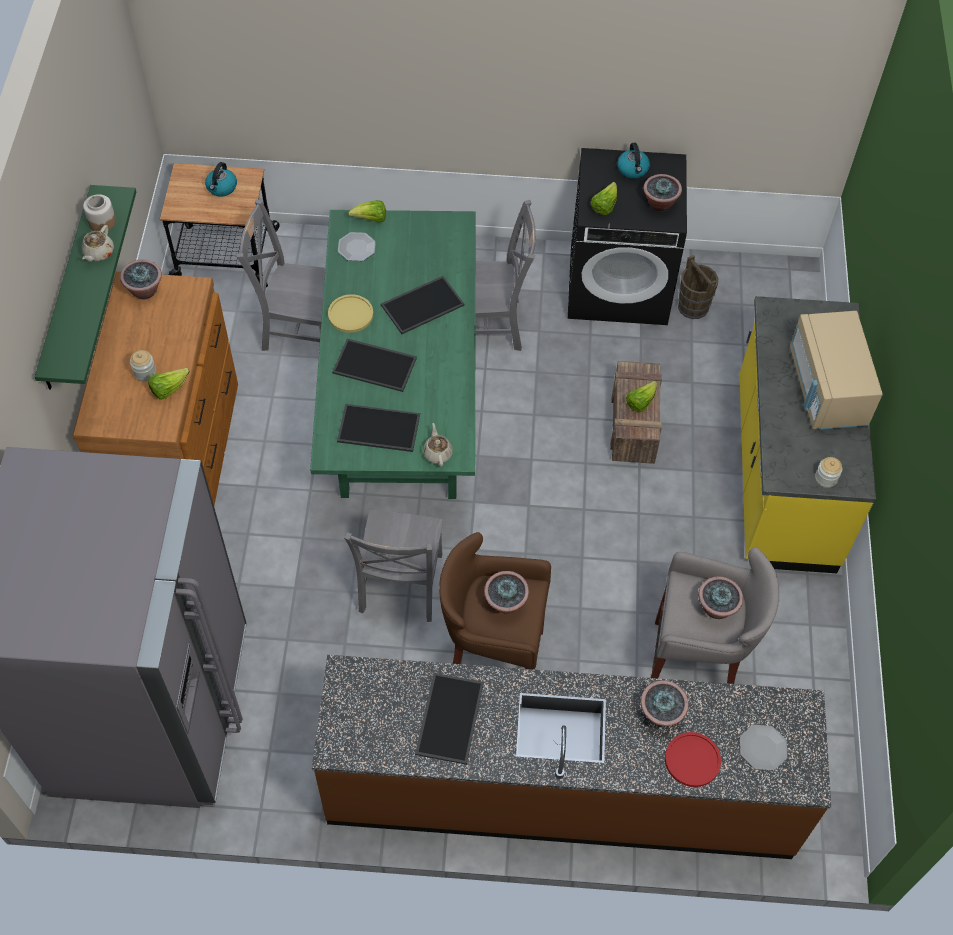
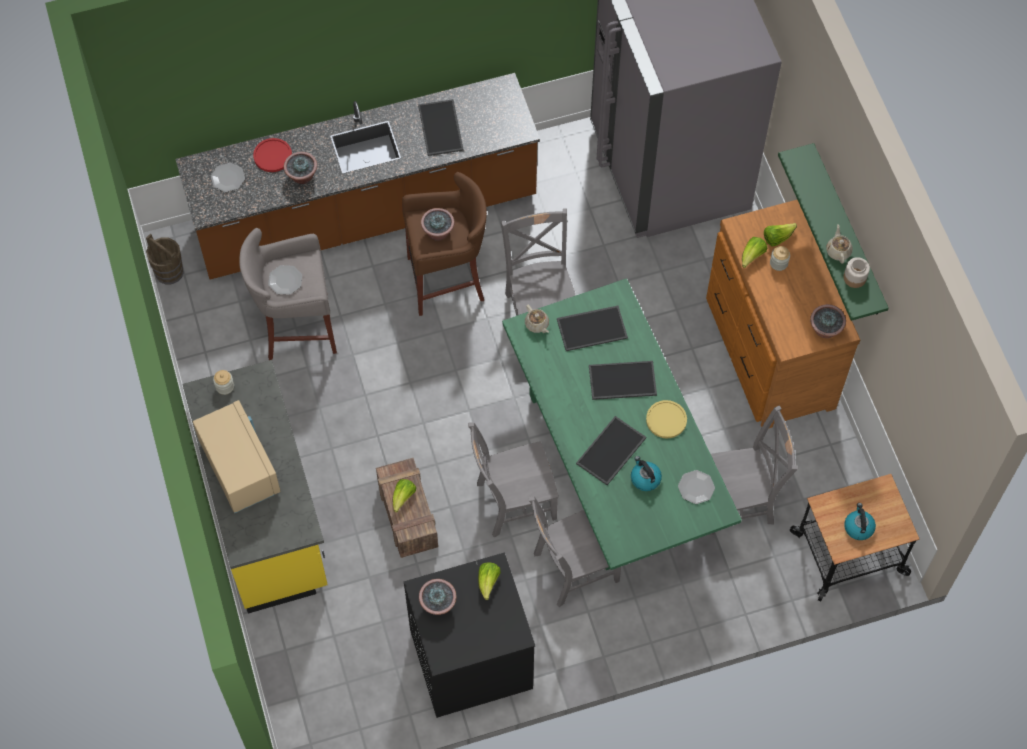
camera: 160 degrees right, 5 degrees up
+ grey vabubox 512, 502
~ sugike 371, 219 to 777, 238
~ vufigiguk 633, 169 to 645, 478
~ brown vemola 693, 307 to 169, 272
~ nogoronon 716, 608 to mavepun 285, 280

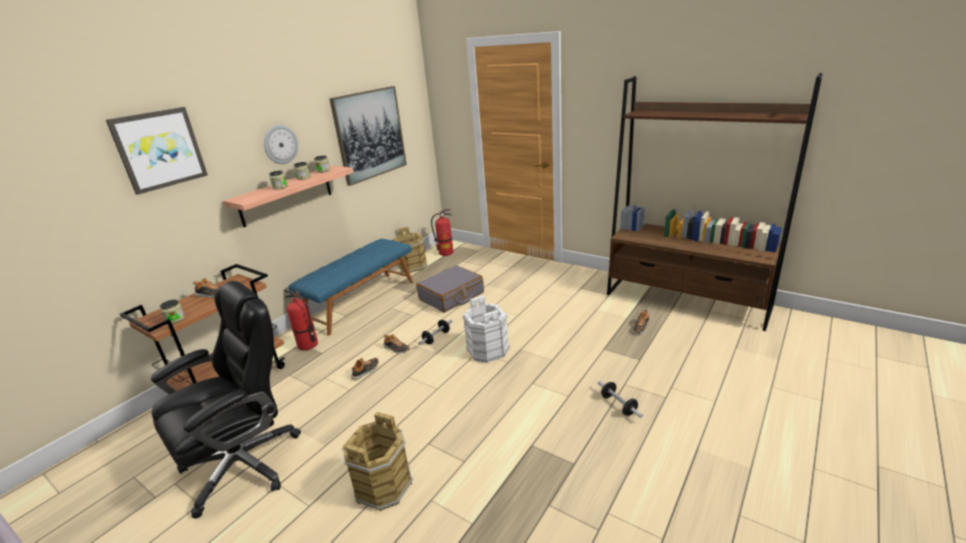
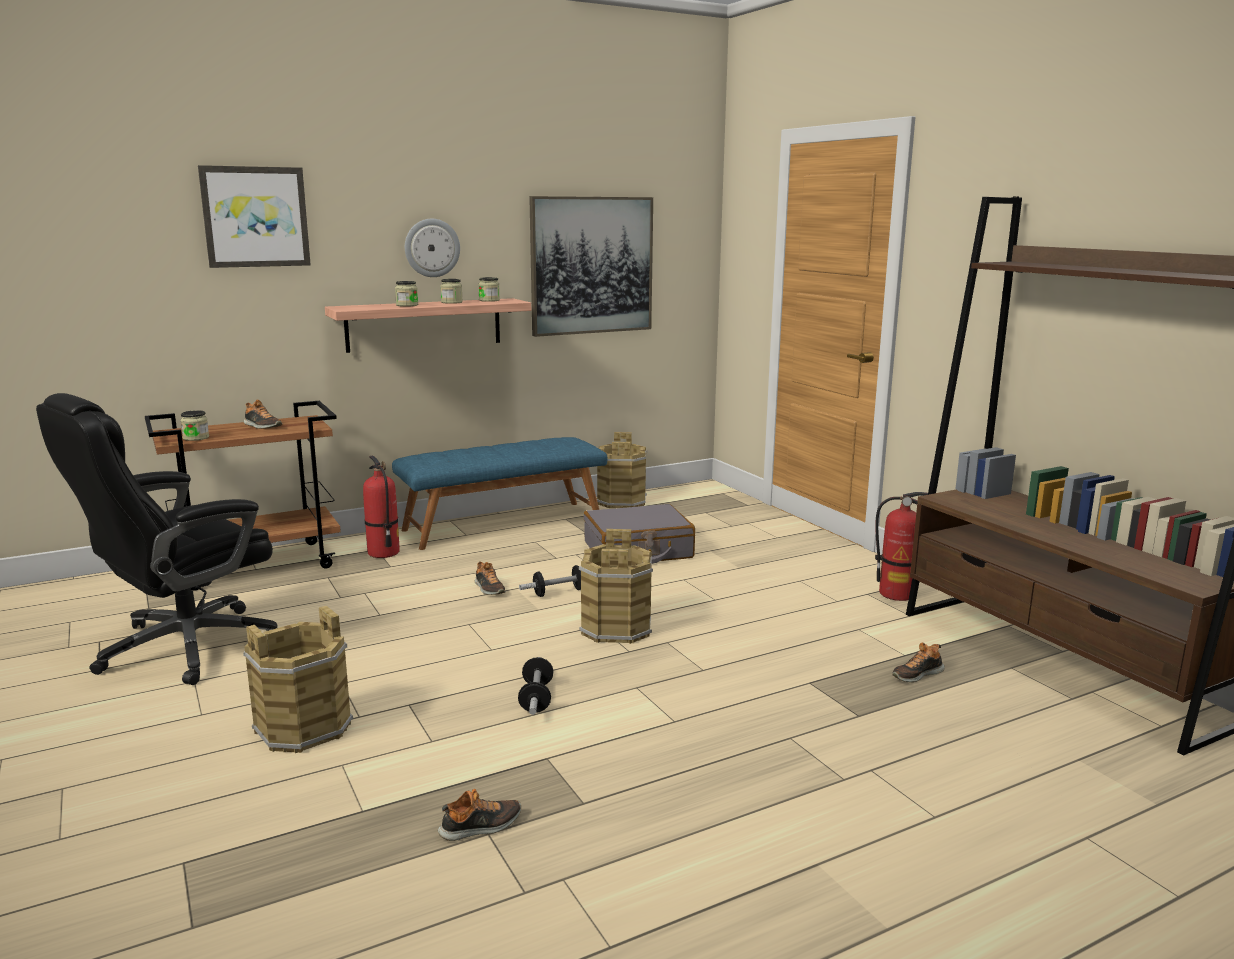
camera: 25 degrees right, 10 degrees down
~ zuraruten 366, 371 to 481, 826
~ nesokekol 446, 253 to 897, 594
~ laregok 618, 405 to 536, 698
~ white vemola 488, 350 to brown vemola 616, 628
~ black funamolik 245, 463 = 184, 648 150 degrees clockwise

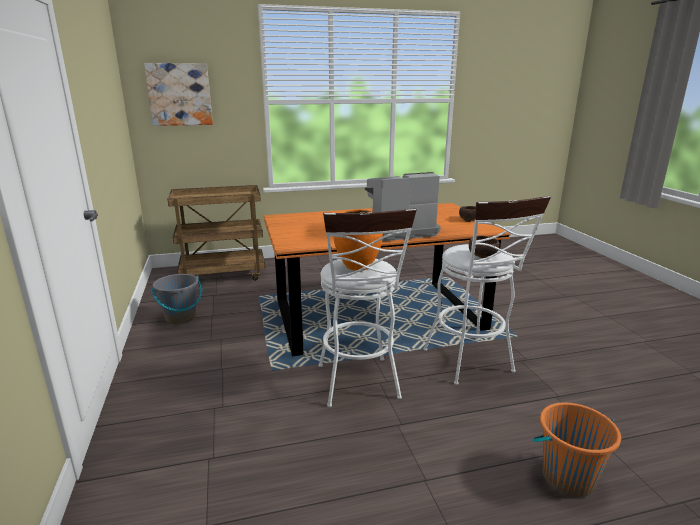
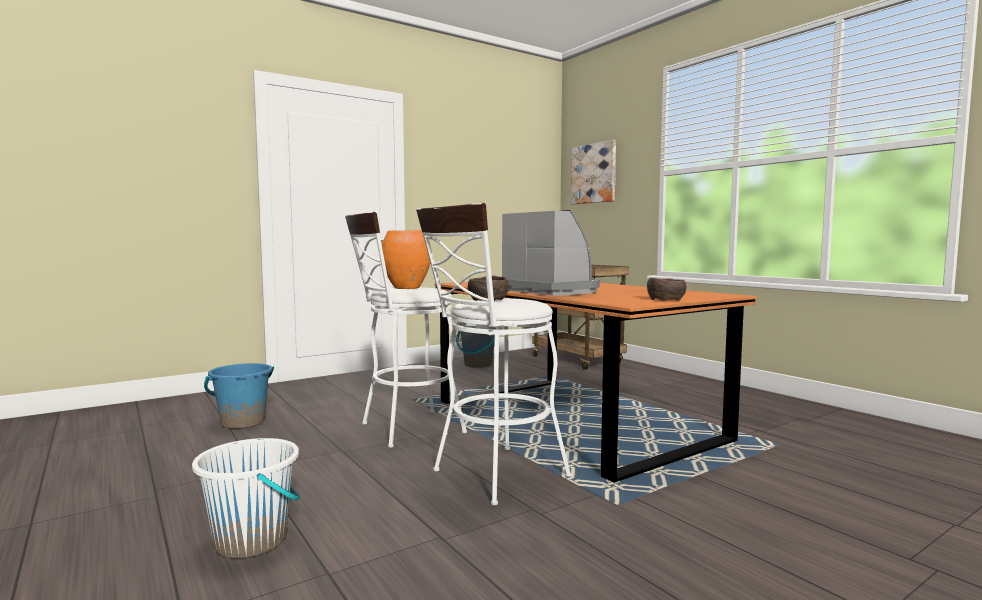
camera: 70 degrees right, 15 degrees down
+ blue vemola 243, 422
~ orange vemola 567, 478 to white vemola 252, 541

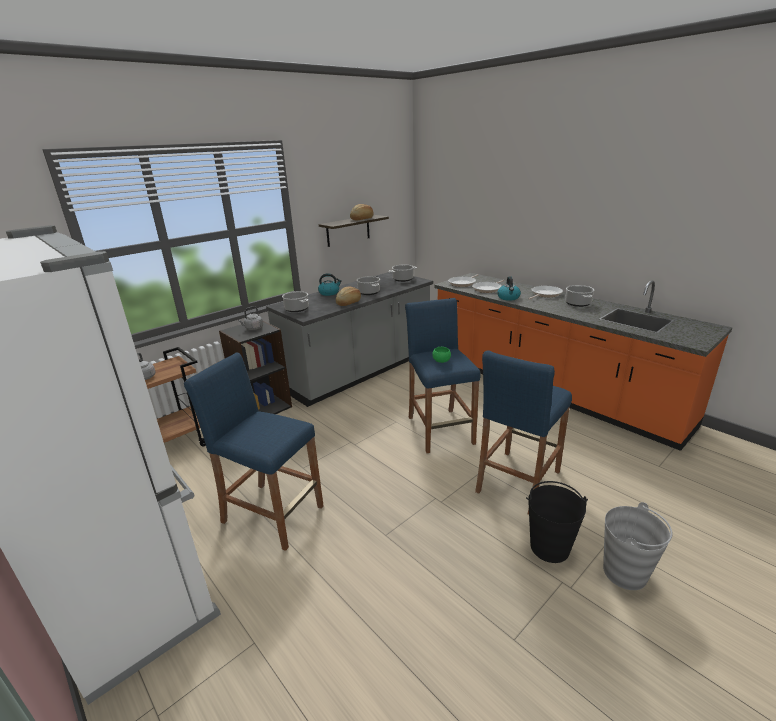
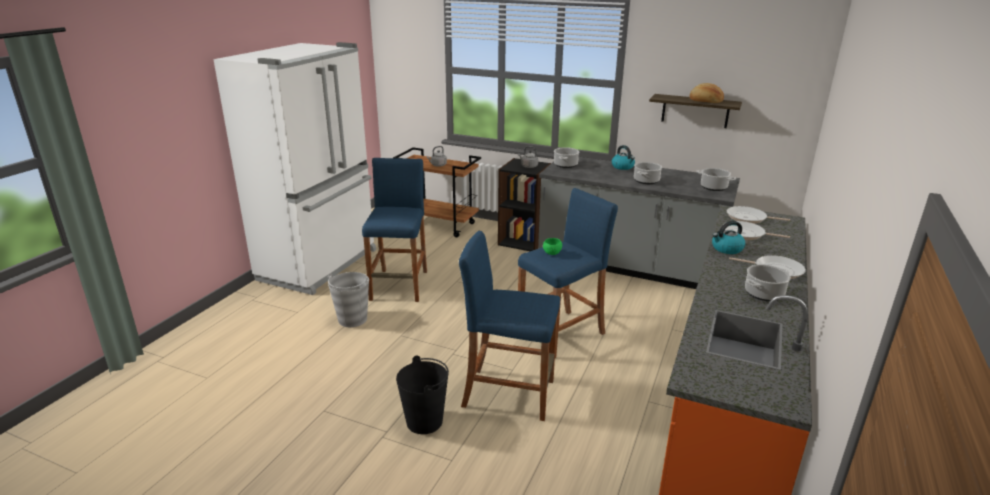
camera: 65 degrees right, 0 degrees up
- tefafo 349, 303
~ grey vemola 625, 573 to 352, 319

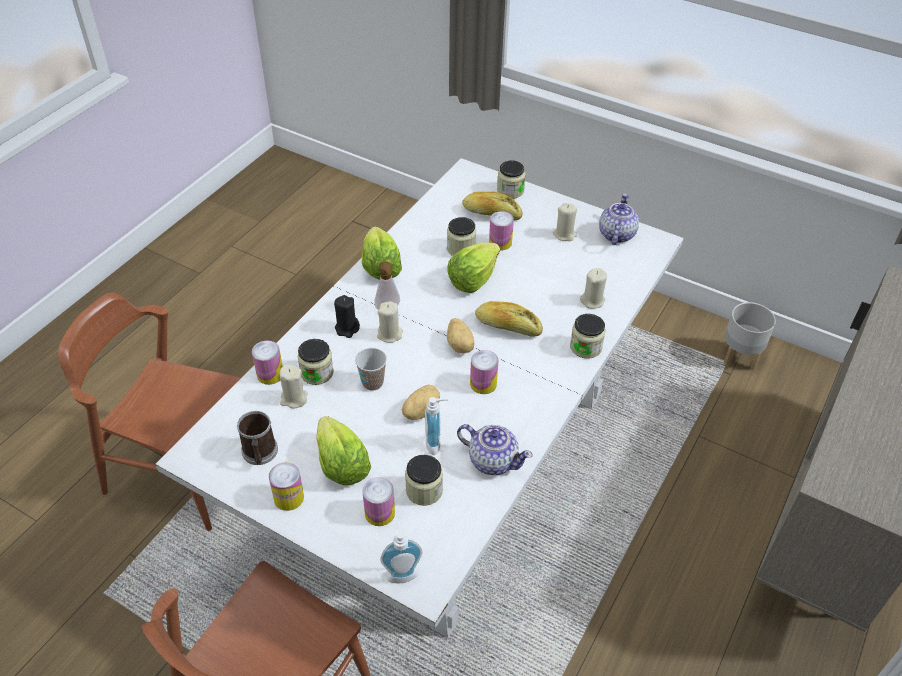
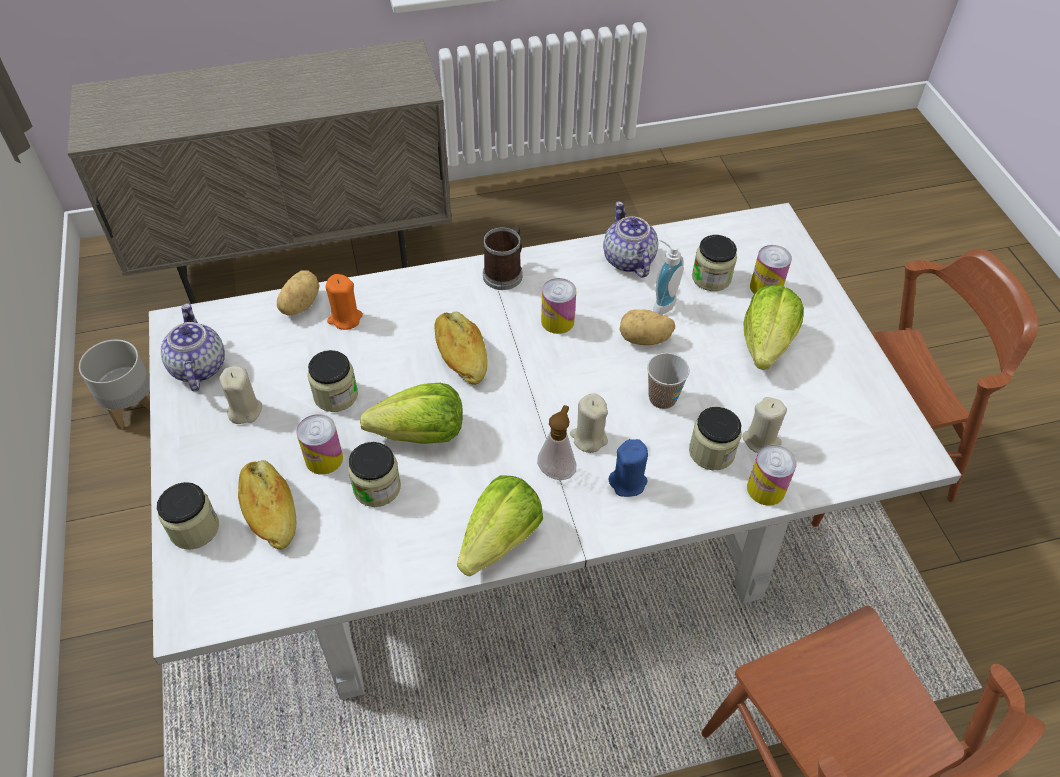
camera: 135 degrees left, 5 degrees up
- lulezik 288, 497
- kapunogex 401, 572
~ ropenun 260, 454 to 505, 273
~ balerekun 460, 345 to 299, 304
~ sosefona 585, 347 to 336, 395
~ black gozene 347, 328 to blue gozene 628, 482
~ beige gozene 592, 301 to orange gozene 345, 318
~ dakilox 616, 234 = 197, 367 105 degrees clockwise

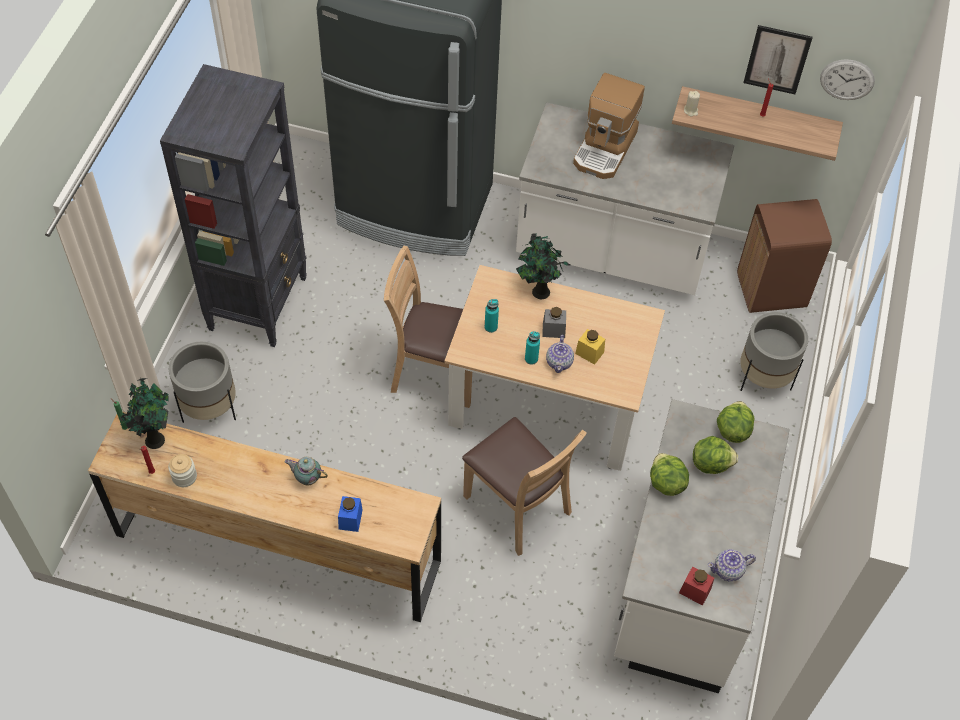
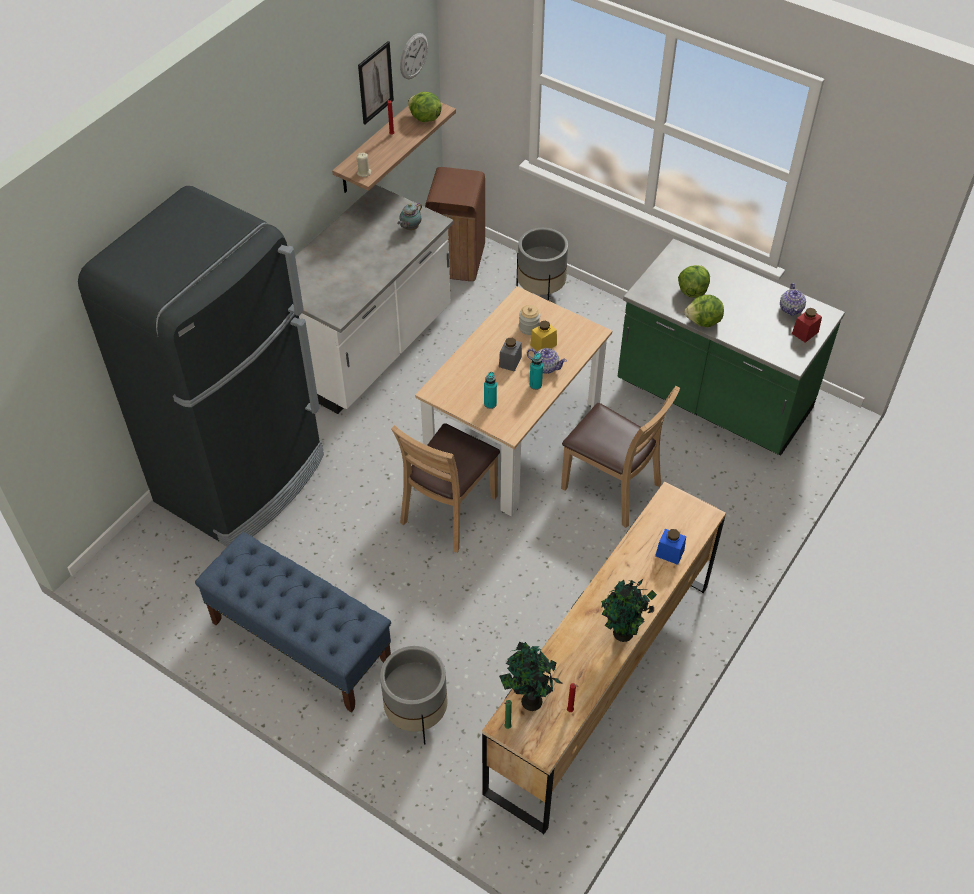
camera: 70 degrees left, 5 degrees down
- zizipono 605, 149
~ sosefona 184, 477 to 529, 327
~ dakilox 307, 478 to 410, 228
~ nogoronon 539, 292 to 623, 634
~ sugike 732, 430 to 424, 118
~ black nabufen 258, 302 to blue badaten 300, 642
~ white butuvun 683, 581 to green butuvun 713, 398
~ brown vabubox 517, 506 = 611, 488 60 degrees clockwise

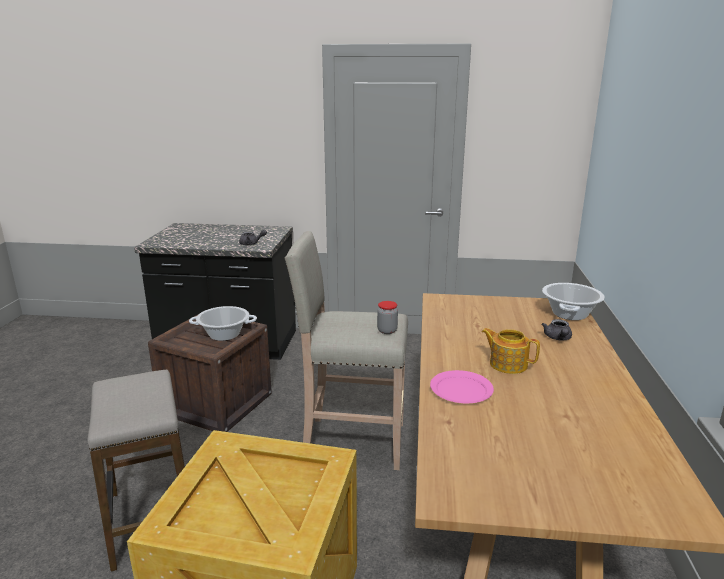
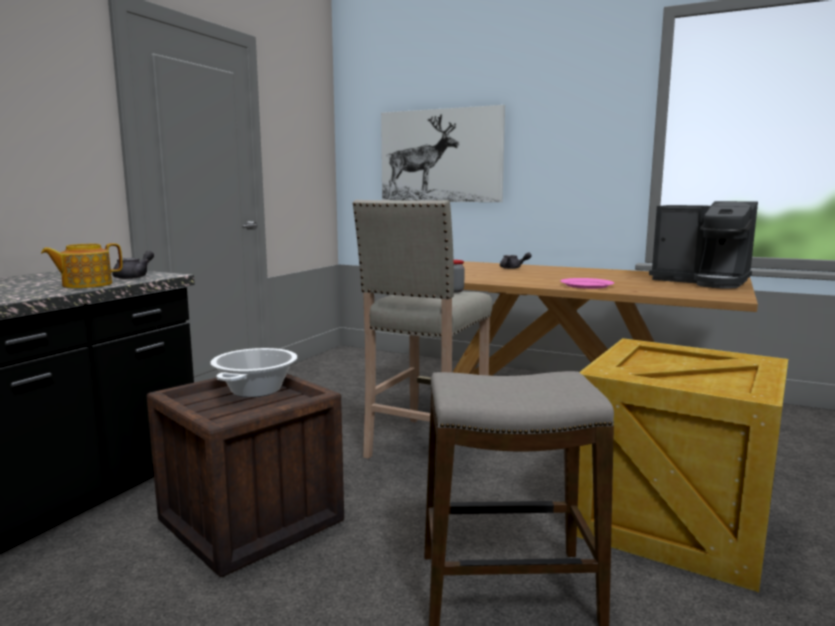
camera: 70 degrees left, 10 degrees down
- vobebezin 570, 314
+ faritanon 441, 156
+ zizipono 702, 281
~ dakilox 507, 364 to 86, 285

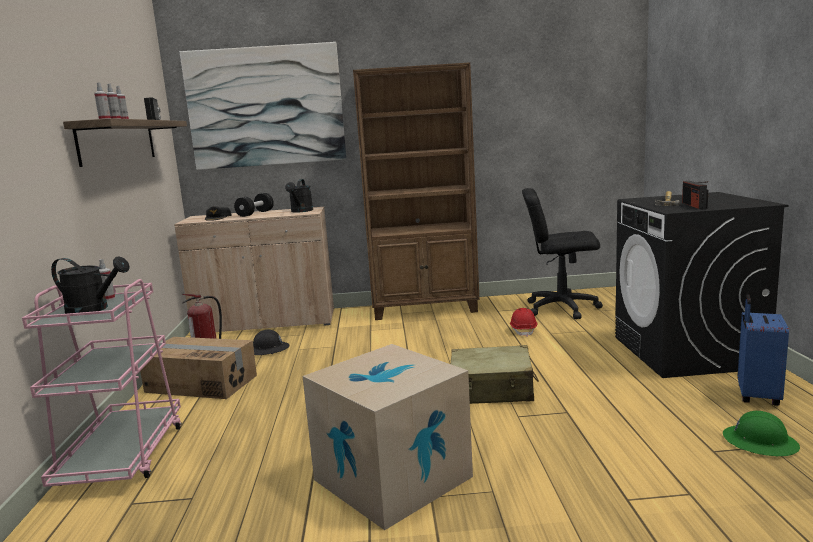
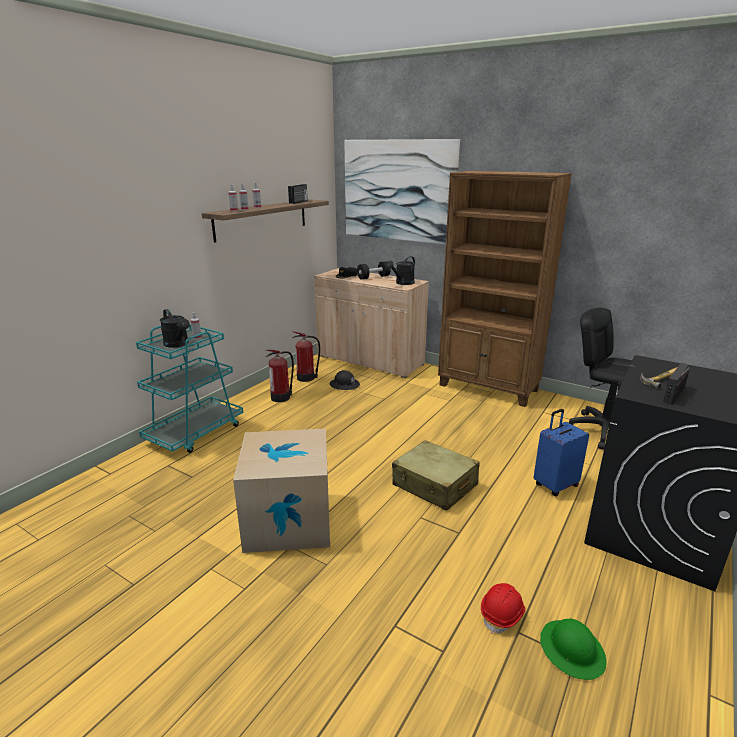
camera: 35 degrees right, 10 degrees up
~ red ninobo 523, 330 to 502, 614
~ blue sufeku 756, 396 to 555, 485
~ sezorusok 202, 383 to nesokekol 281, 397
~ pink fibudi 123, 456 to turquoise fibudi 195, 432

